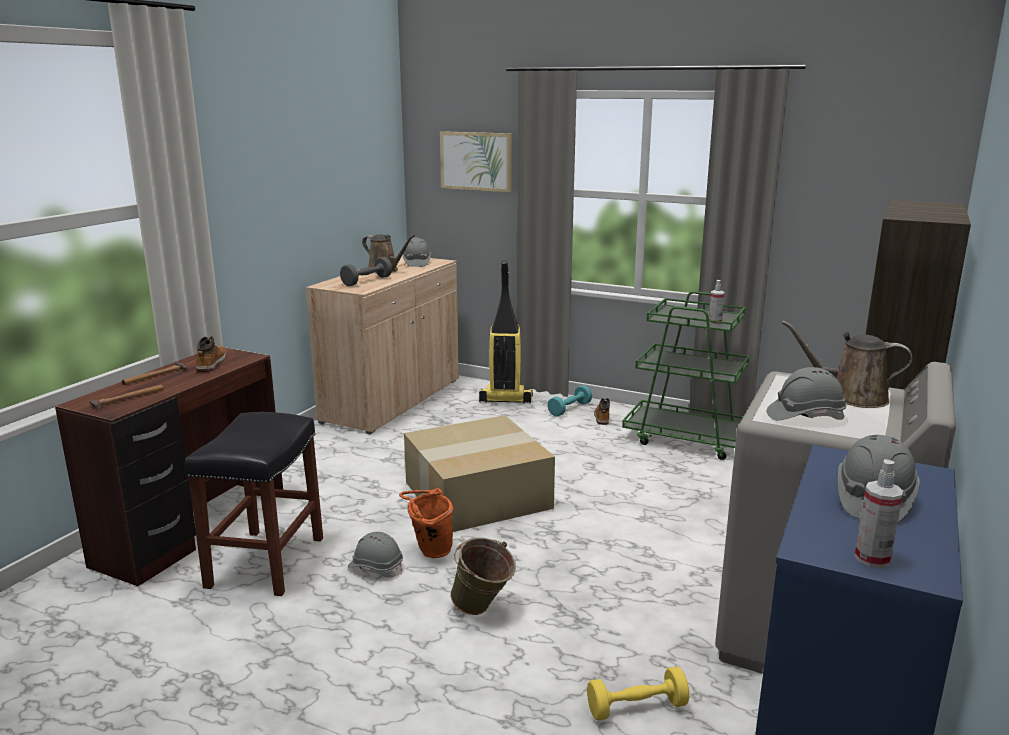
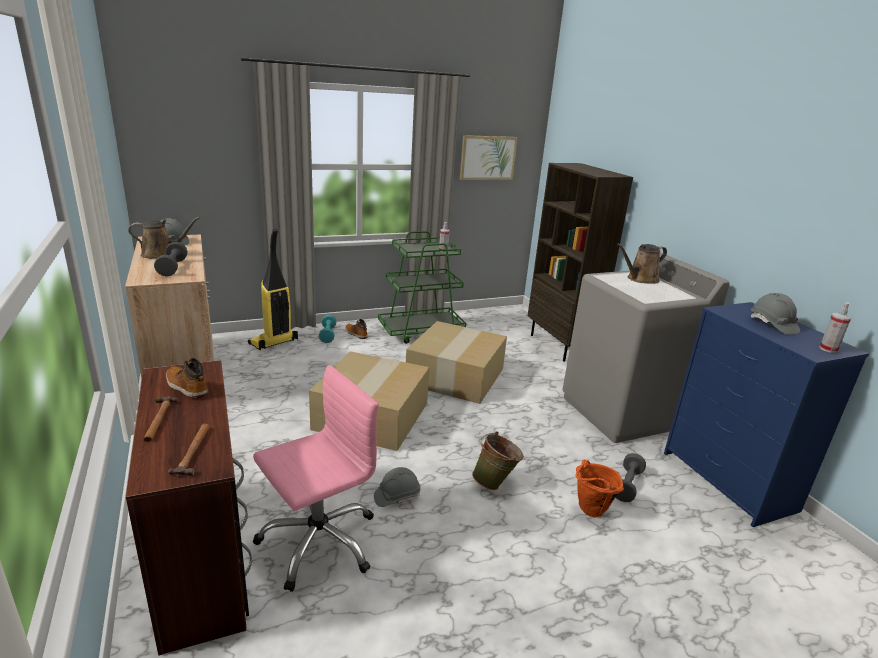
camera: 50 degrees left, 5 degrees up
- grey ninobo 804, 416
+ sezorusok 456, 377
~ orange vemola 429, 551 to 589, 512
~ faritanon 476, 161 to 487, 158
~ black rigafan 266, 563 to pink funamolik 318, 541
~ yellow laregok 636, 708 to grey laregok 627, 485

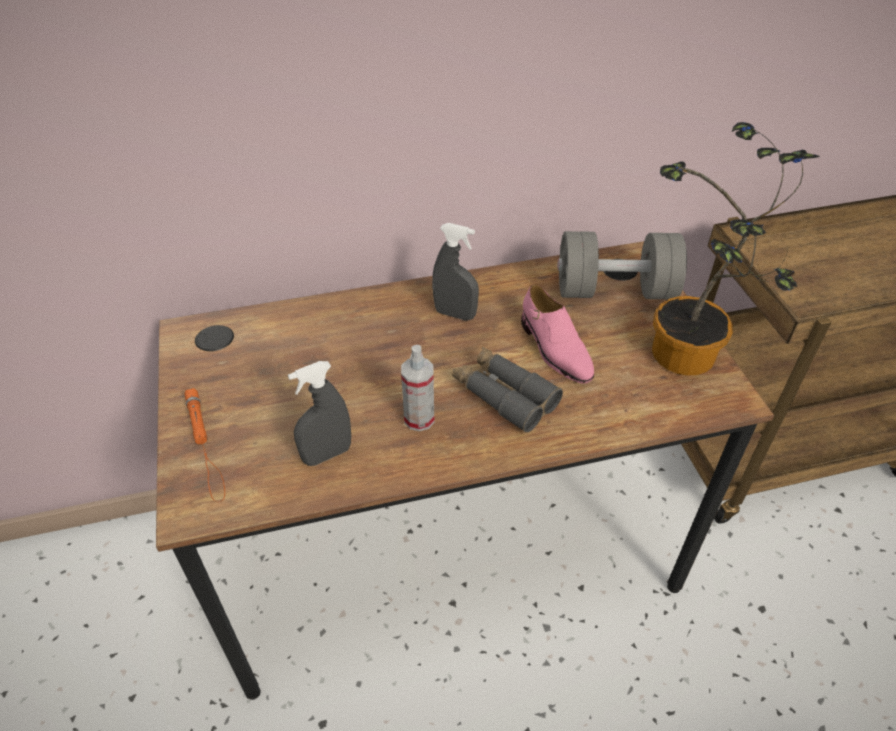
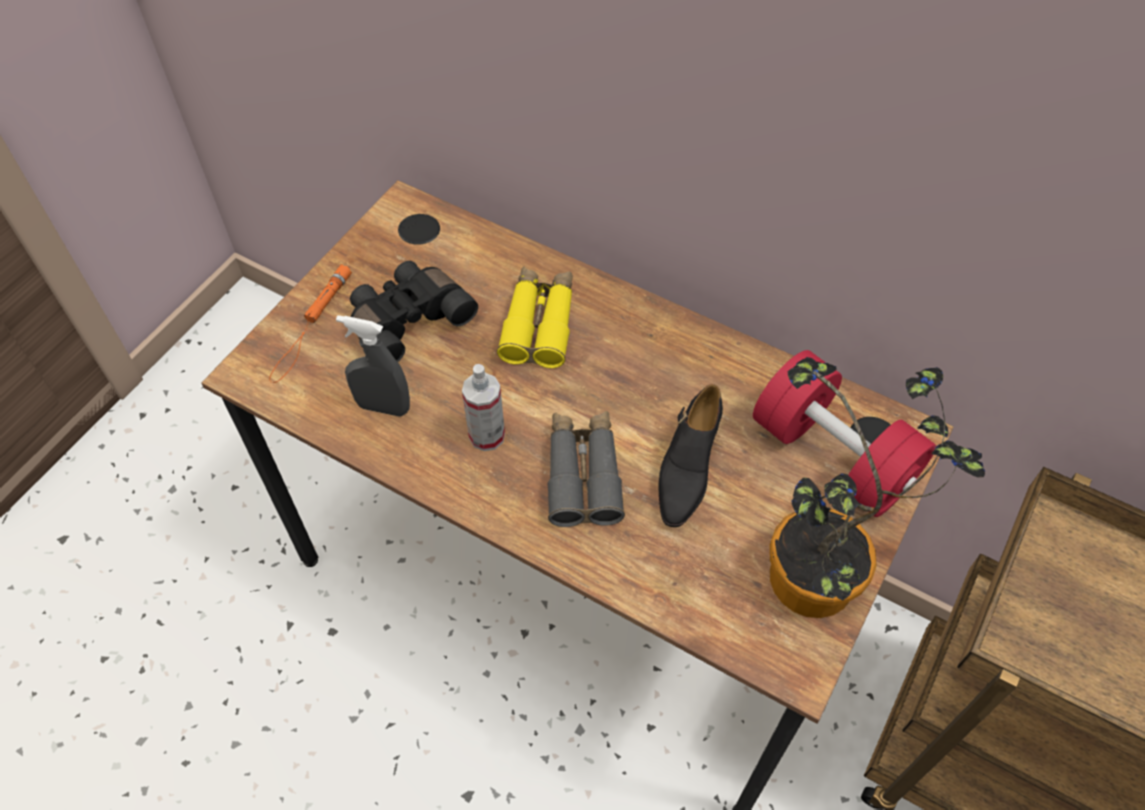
camera: 45 degrees right, 10 degrees up
- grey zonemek 455, 314
+ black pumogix 407, 320
+ yellow pumogix 539, 324
~ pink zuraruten 554, 349 to black zuraruten 687, 468
~ grey laregok 614, 290 to red laregok 832, 455

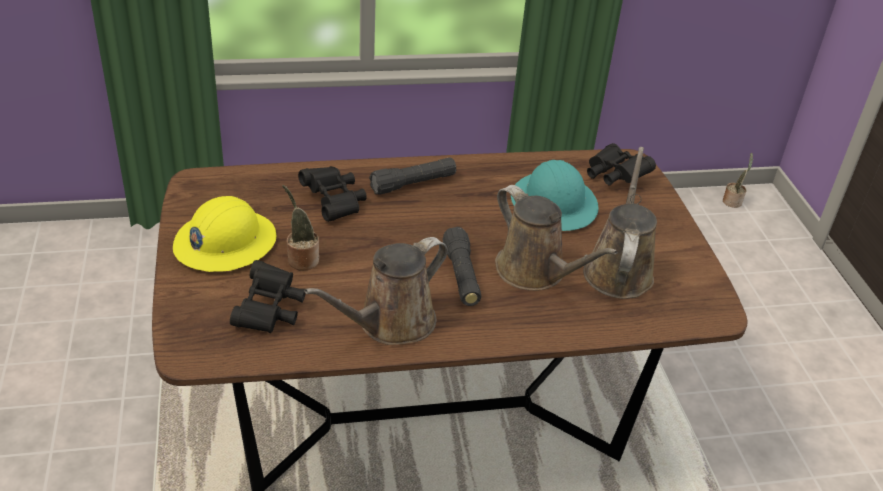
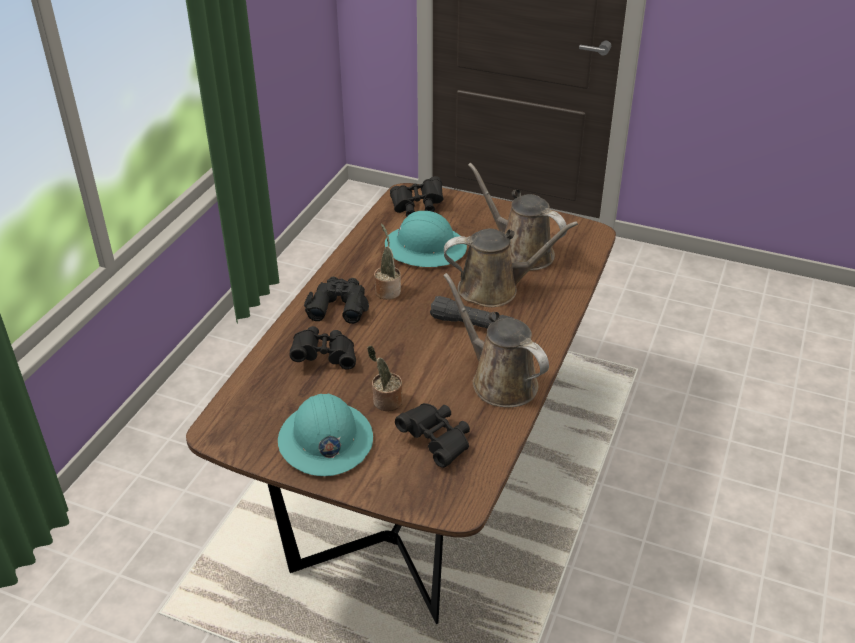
camera: 55 degrees left, 0 degrees up
~ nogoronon 733, 201 to 387, 290
~ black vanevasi 413, 184 to black pumogix 338, 305
~ yellow ninobo 224, 243 to turquoise ninobo 325, 441
~ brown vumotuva 390, 323 = 499, 381 150 degrees clockwise

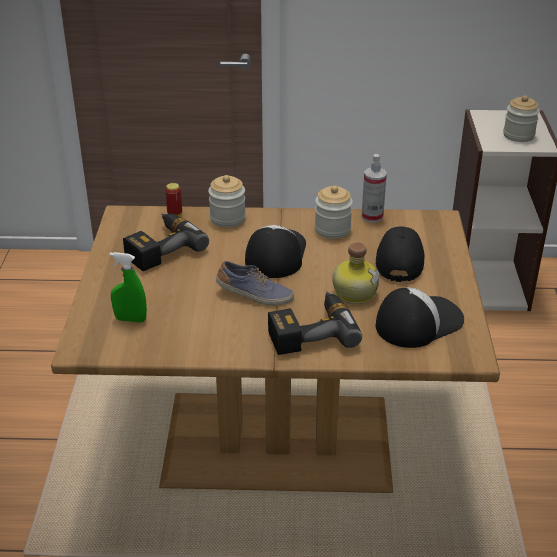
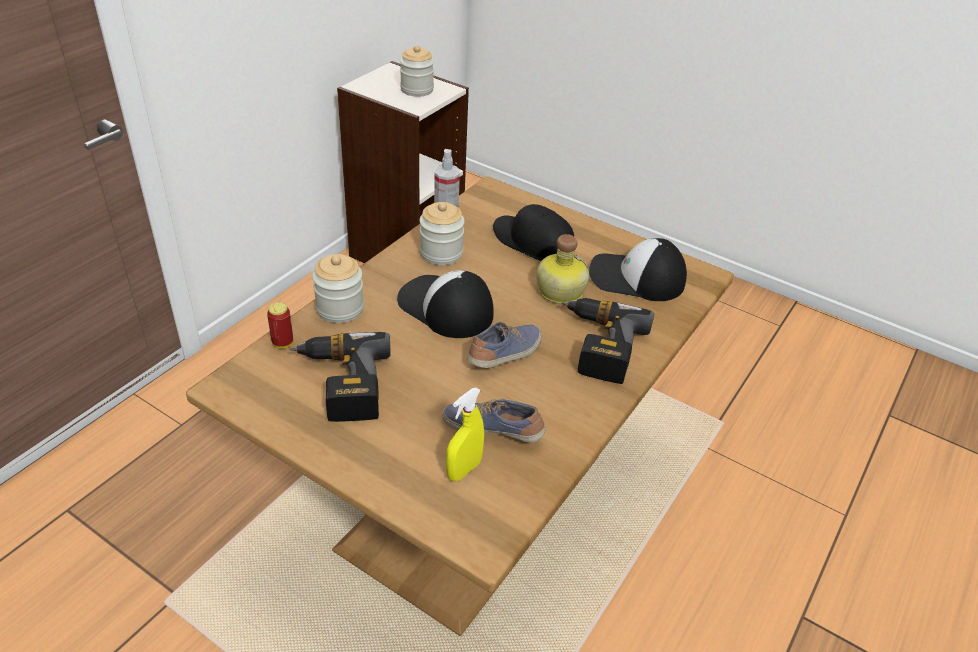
camera: 60 degrees left, 5 degrees up
+ zuraruten 493, 428
~ green zonemek 130, 319 to yellow zonemek 464, 470
~ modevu 418, 322 = 636, 278 75 degrees counterclockwise

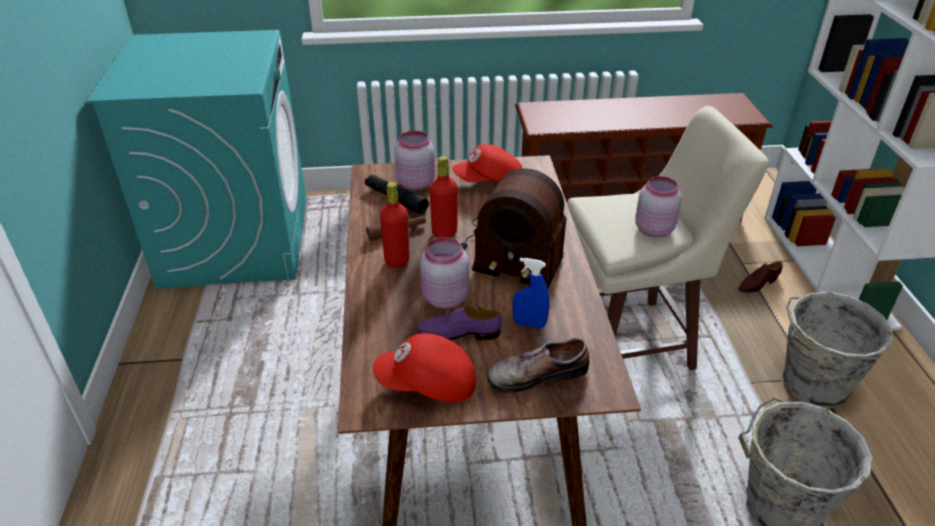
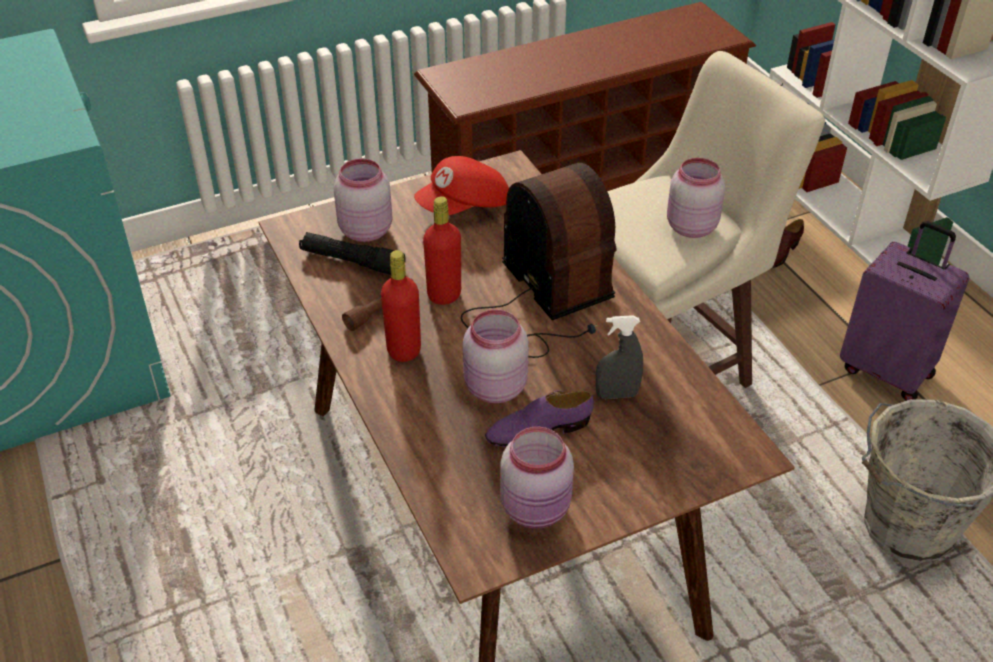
camera: 20 degrees left, 5 degrees up
- zuraruten 536, 373
~ red modevu 428, 385 to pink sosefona 537, 509
~ grey vemola 812, 386 to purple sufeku 887, 370
~ blue zonemek 529, 324 to grey zonemek 616, 394
~ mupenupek 511, 251 = 543, 301 120 degrees counterclockwise

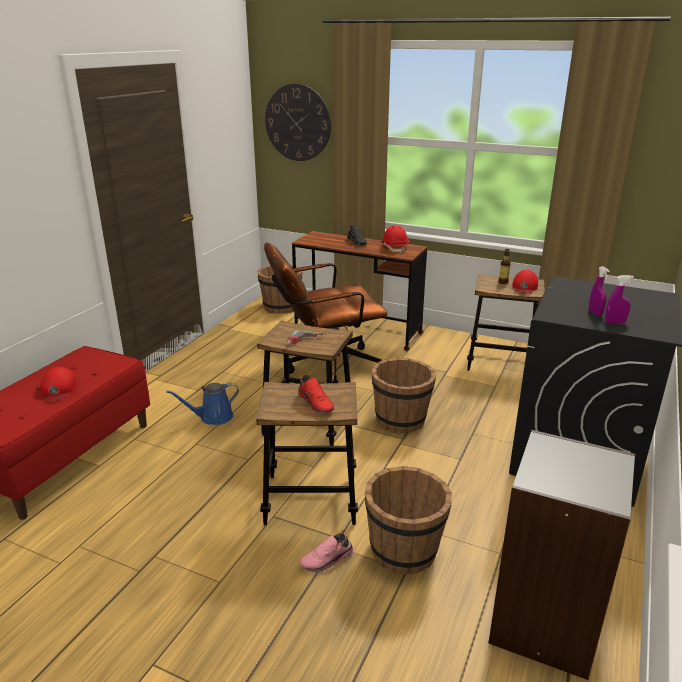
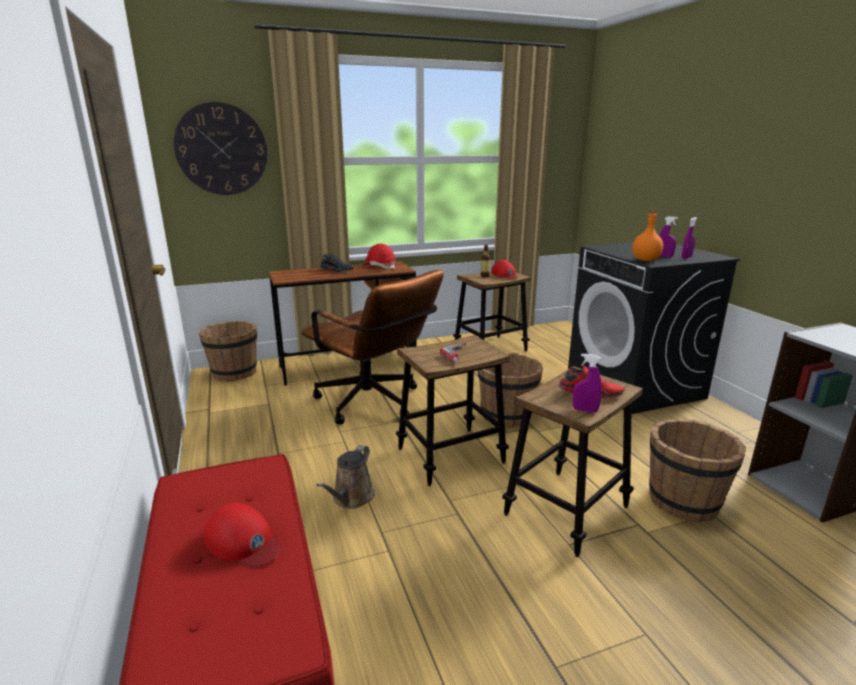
camera: 45 degrees left, 5 degrees down
- pink zuraruten 327, 560
+ purple zonemek 585, 410
+ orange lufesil 645, 260
~ blue vumotuva 213, 417 to brown vumotuva 351, 498
~ brown funamolik 325, 367 = 374, 404 75 degrees counterclockwise

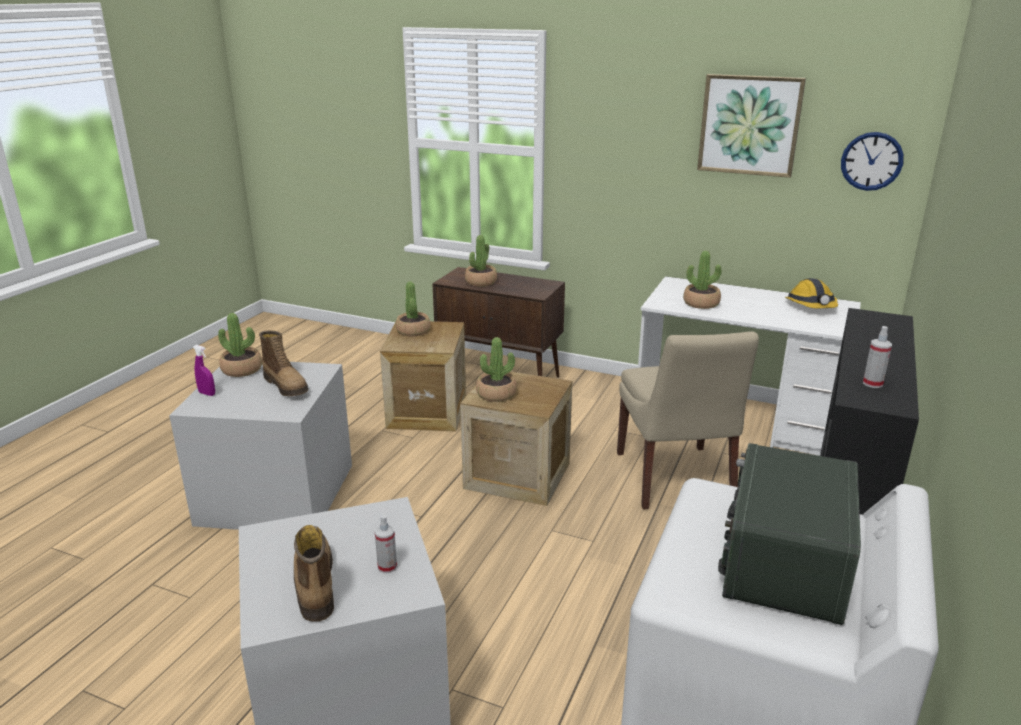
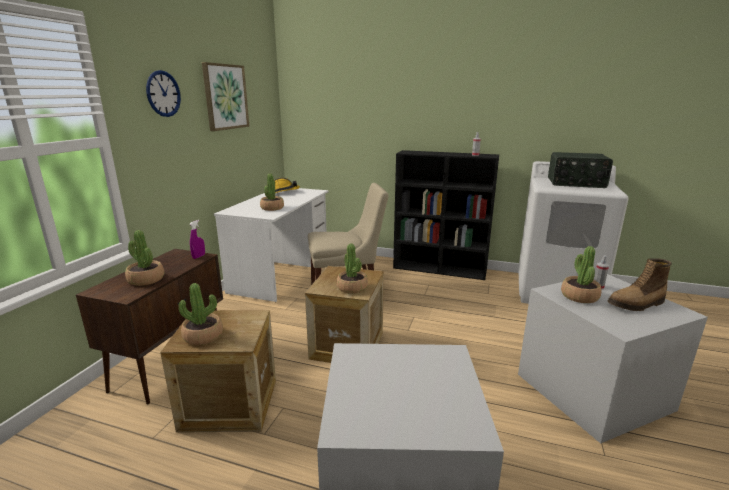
camera: 95 degrees left, 5 degrees down
- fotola 286, 386
~ purple zonemek 207, 393 to 199, 256
~ nogoronon 242, 369 to 579, 296
~ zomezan 871, 161 to 163, 94

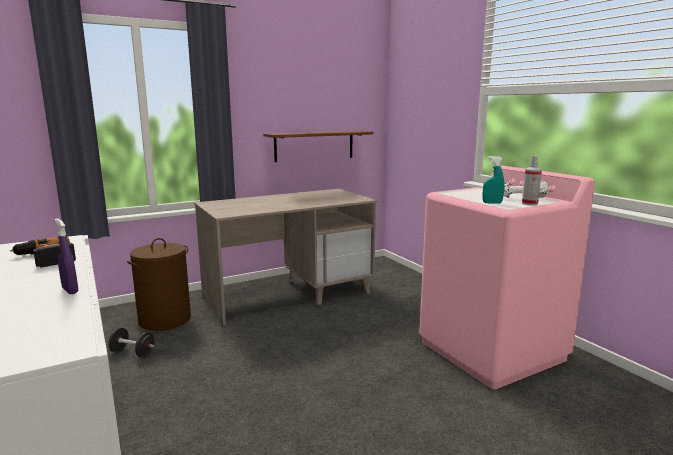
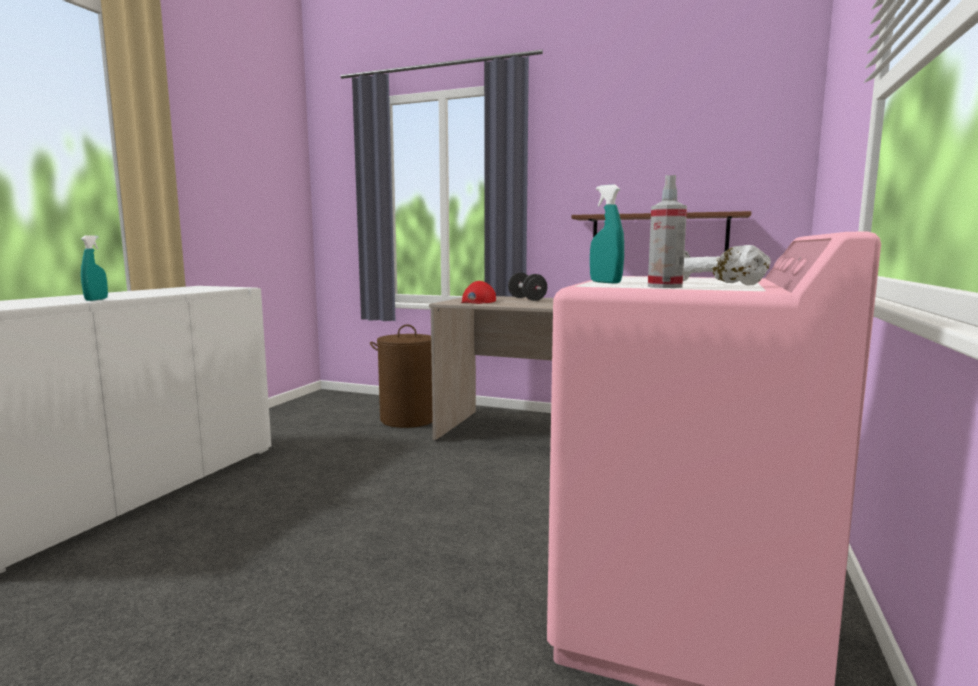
camera: 50 degrees right, 5 degrees down
- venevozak 45, 258
+ red modevu 477, 302
~ black laregok 133, 353 to 527, 299
~ purple zonemek 70, 290 to turquoise zonemek 96, 300

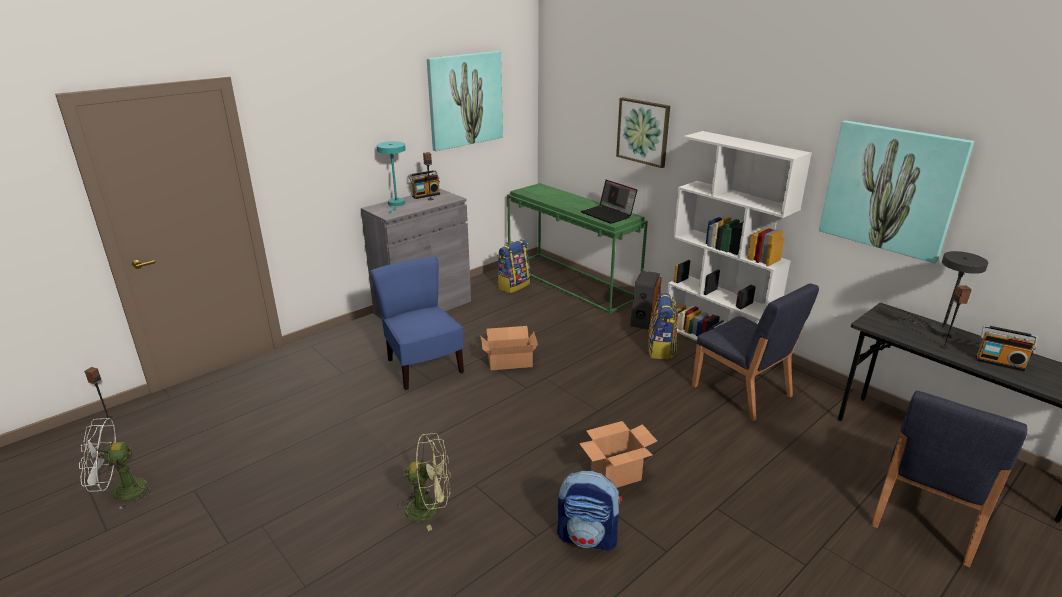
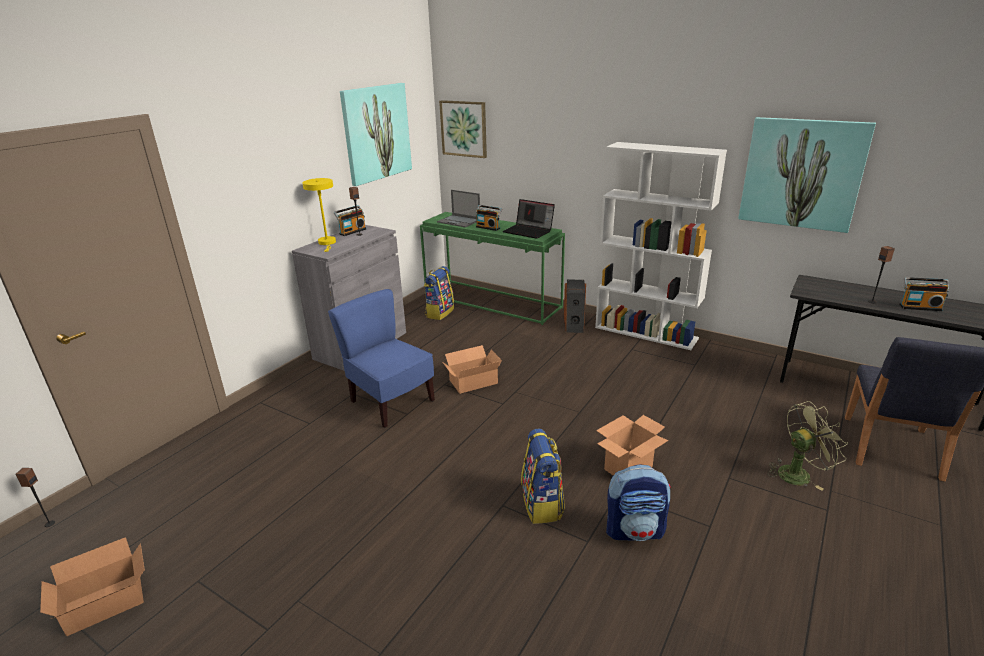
camera: 15 degrees left, 0 degrees up
- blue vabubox 742, 392
- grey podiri 936, 330
+ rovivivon 459, 221
+ mupenupek 488, 227
~ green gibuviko 429, 508 to 798, 473
~ faritanon 643, 132 to 464, 128
~ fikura 661, 350 to 542, 504
~ white gibuviko 121, 492 to sezorusok 107, 604
~ turquoise podiri 396, 204 to yellow podiri 327, 243

